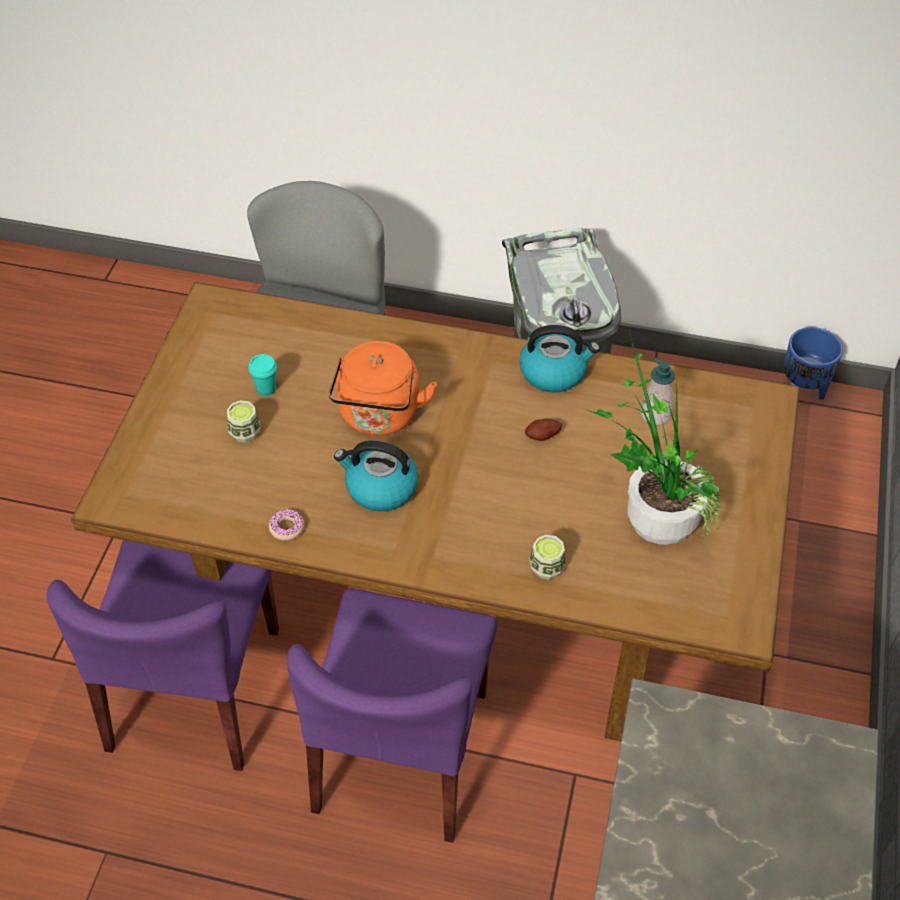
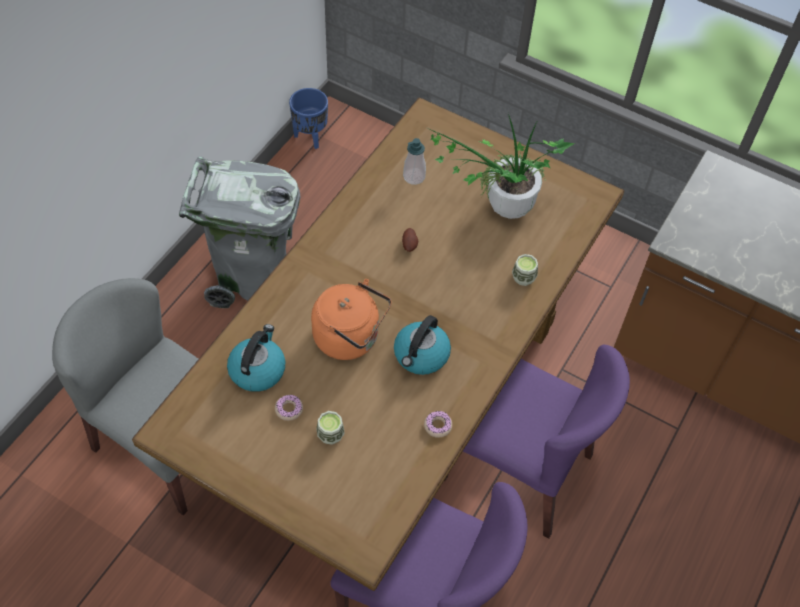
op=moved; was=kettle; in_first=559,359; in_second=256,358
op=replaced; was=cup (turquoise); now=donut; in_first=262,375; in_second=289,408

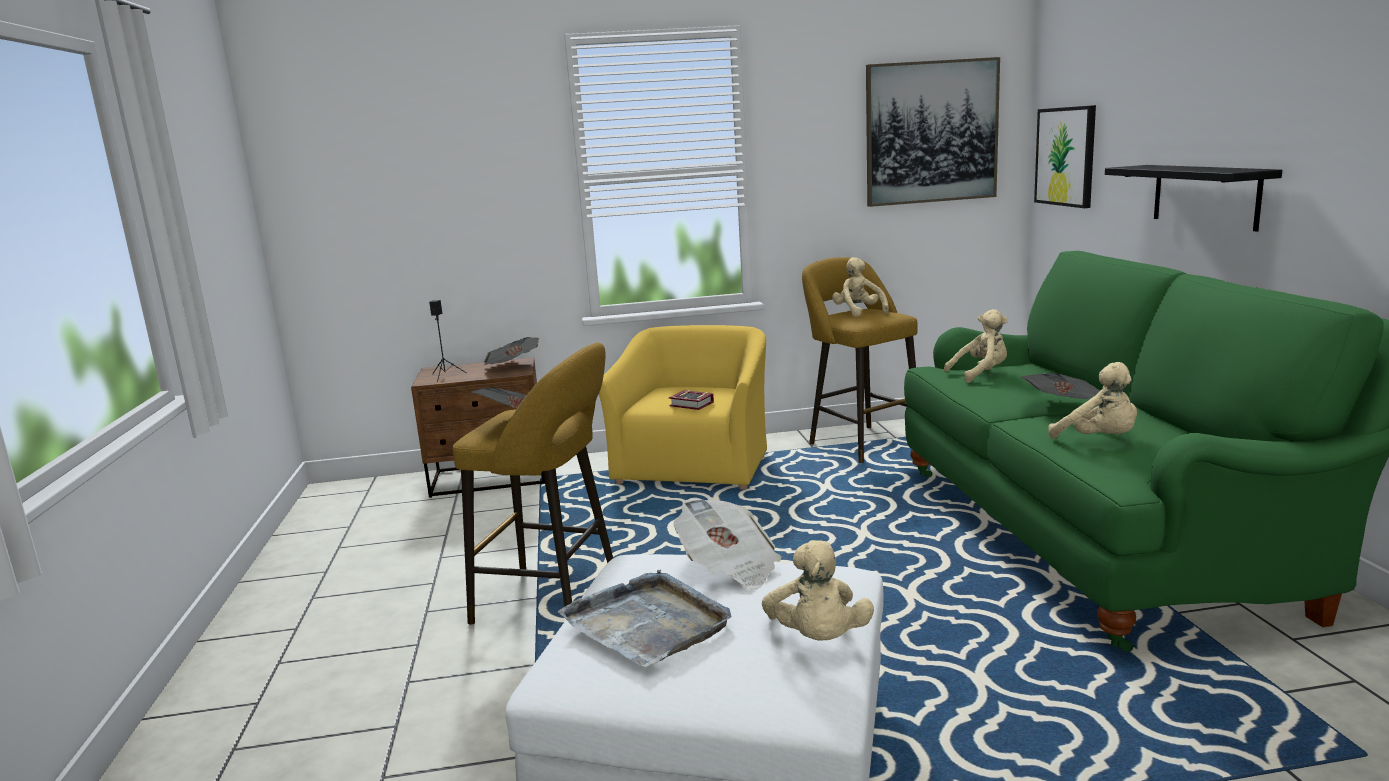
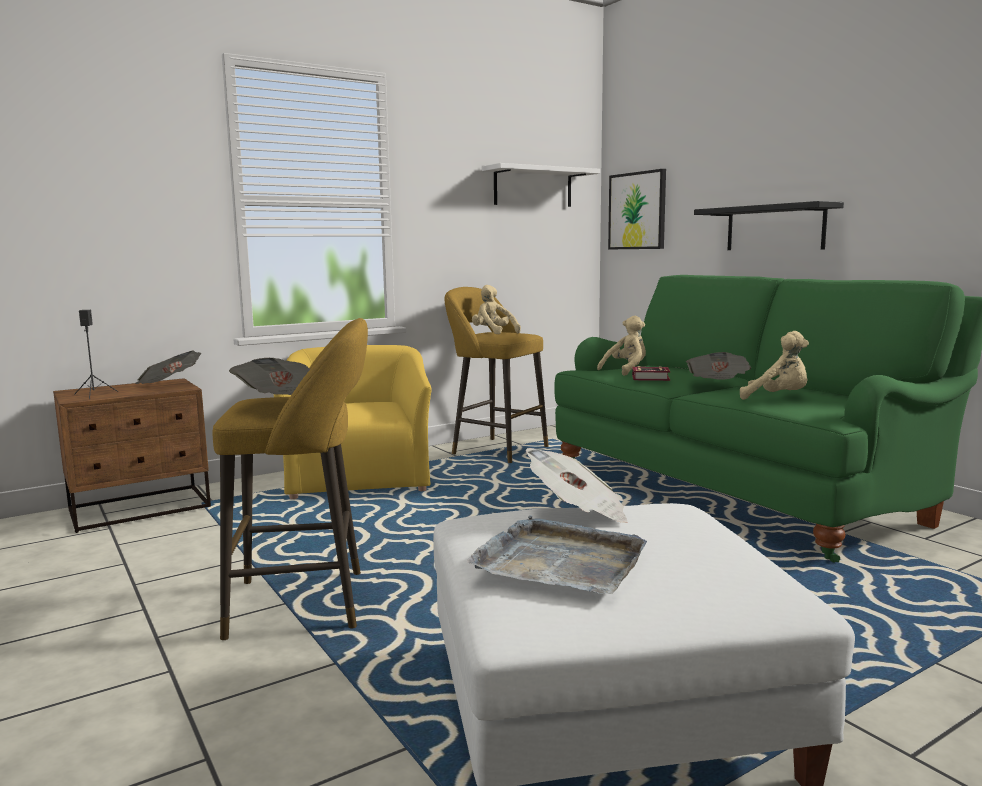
op=replaced; was=picture; now=shelf (white); in_first=933,132; in_second=541,185
op=moved; was=book; in_first=691,400; in_second=651,373
op=removed; was=plush toy (beige); in_first=818,590

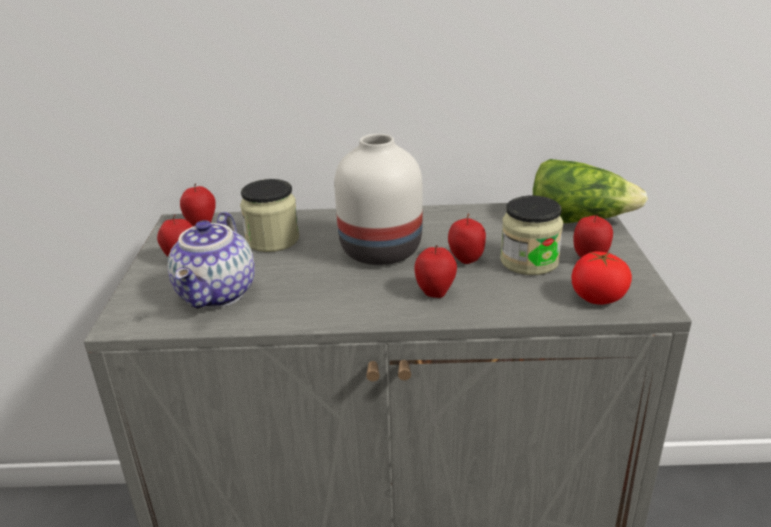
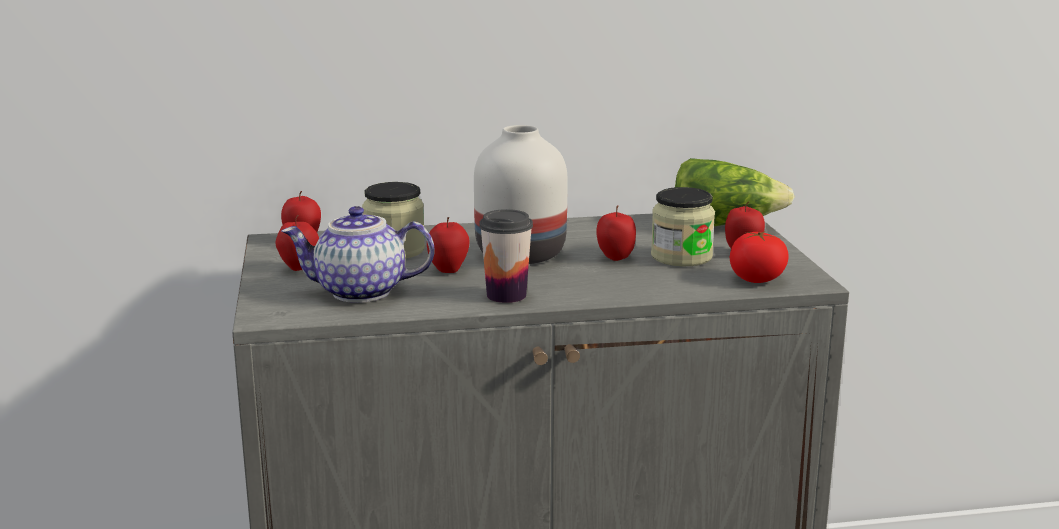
op=turned; was=teapot; in_first=211,260; in_second=358,254; clockwise=90
op=moved; was=apple; in_first=436,271; in_second=448,245
op=added; now=cup; in_second=506,256

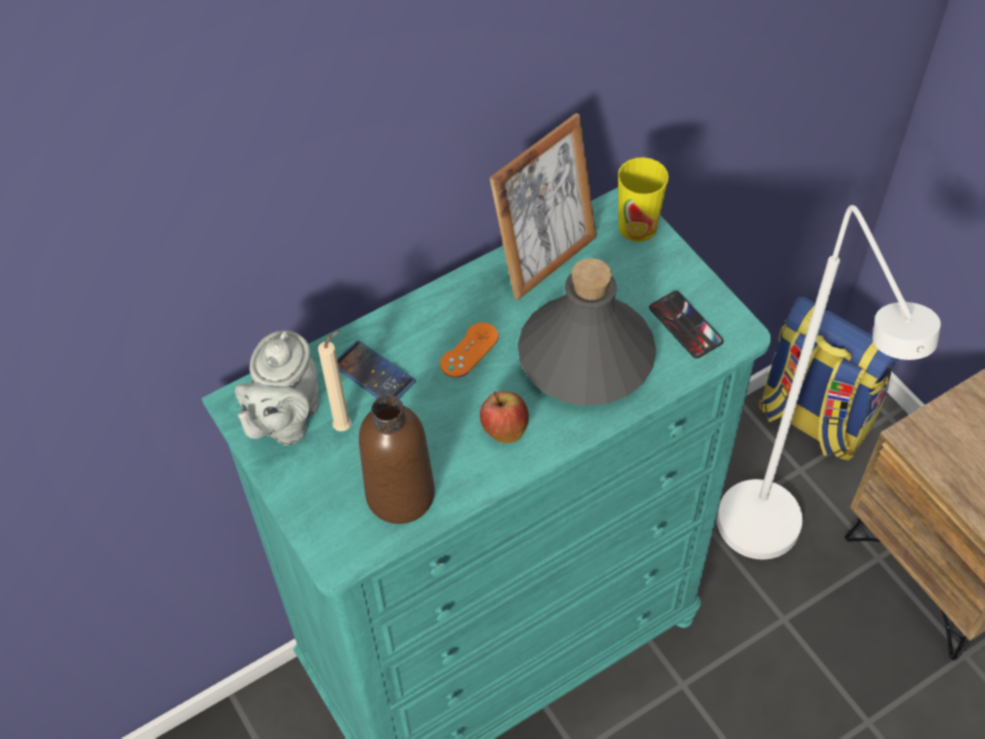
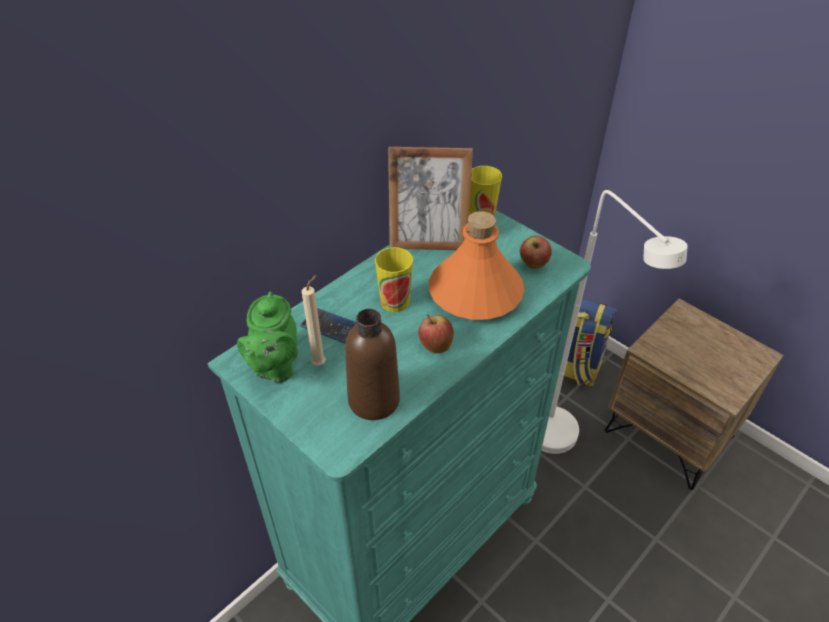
op=turned; was=picture frame; in_first=543,207; in_second=430,198; clockwise=60
op=recoloured; was=bottle (grey); now=bottle (orange); in_first=587,332; in_second=476,265
op=replaced; was=phone; now=apple; in_first=686,324; in_second=536,252
op=replaced; was=game controller (orange); now=cup; in_first=469,350; in_second=394,279
op=recoloured; was=teapot (grey); now=teapot (green); in_first=277,388; in_second=267,337

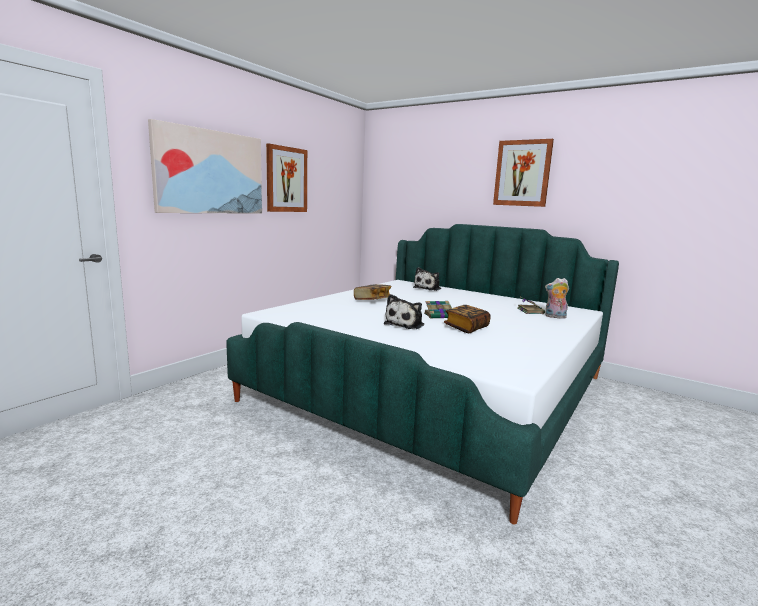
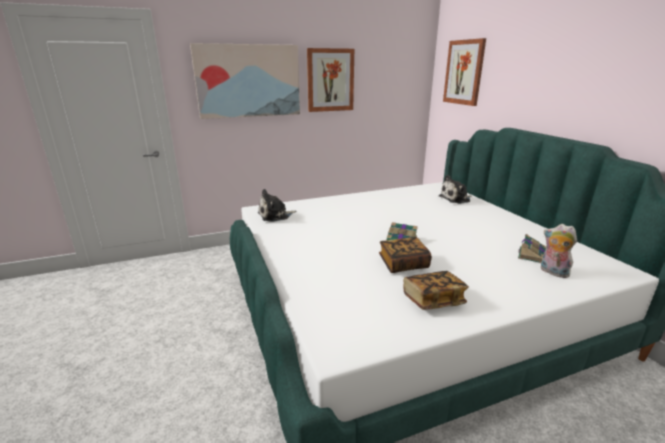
op=moved; was=picture; in_first=523,173; in_second=464,72
op=moved; was=book; in_first=373,292; in_second=436,290
op=moved; was=plush toy; in_first=404,311; in_second=277,205

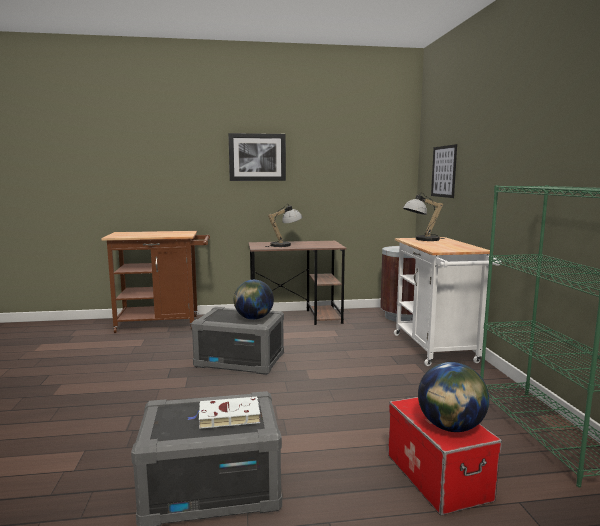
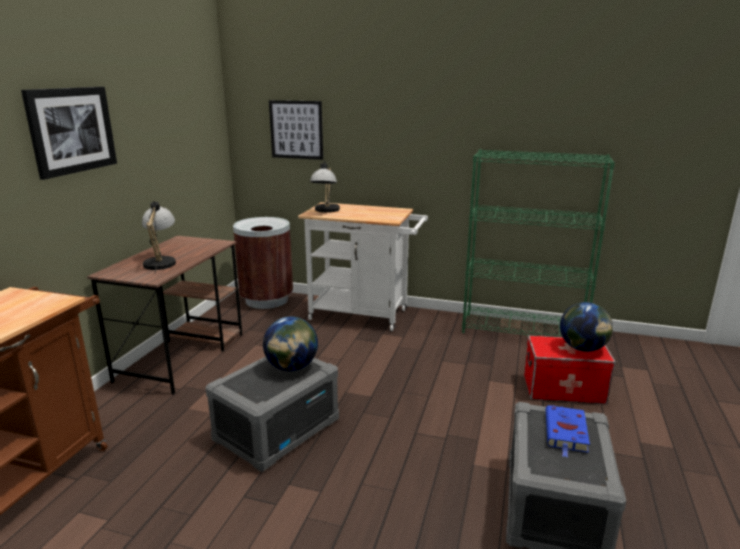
op=recoloured; was=book (white); now=book (blue); in_first=224,413; in_second=568,431

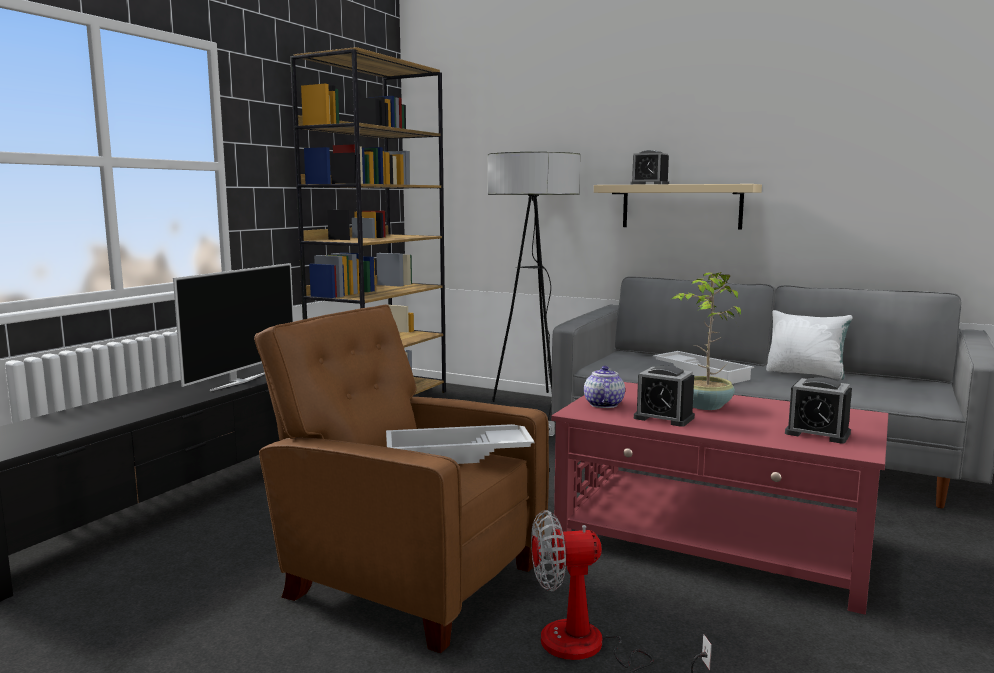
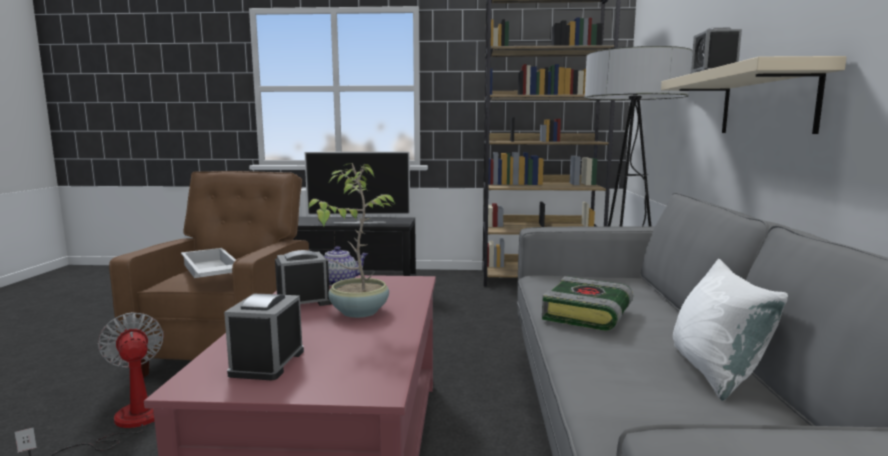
op=replaced; was=tray (white); now=book; in_first=703,367; in_second=587,303
op=turned; was=alarm clock; in_first=664,396; in_second=303,278; clockwise=60

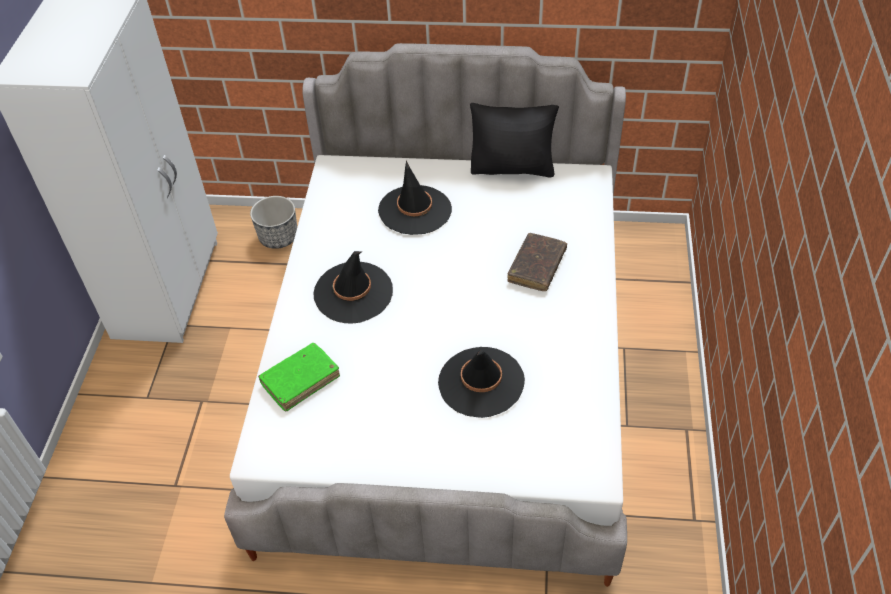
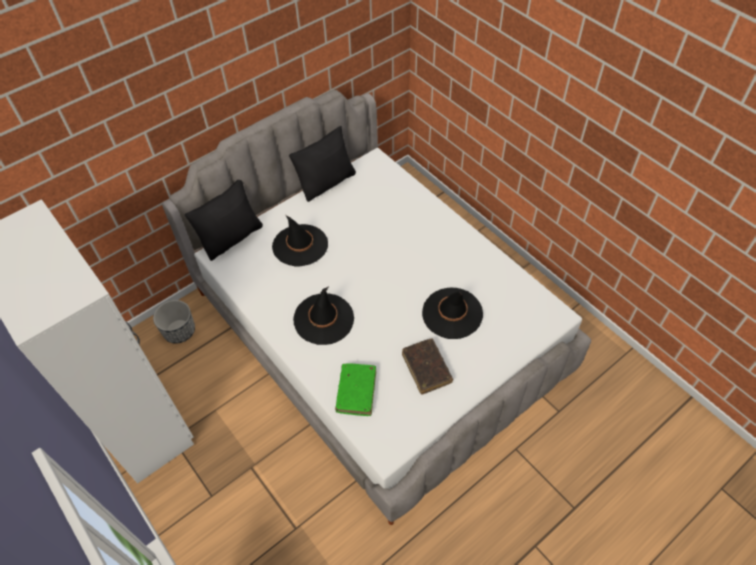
op=moved; was=book (brown); in_first=537,262; in_second=427,366
op=added; now=pillow (black); in_second=224,220

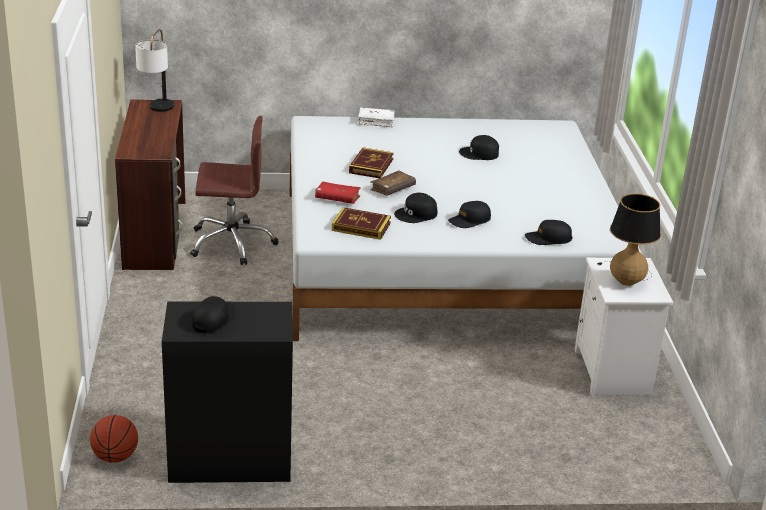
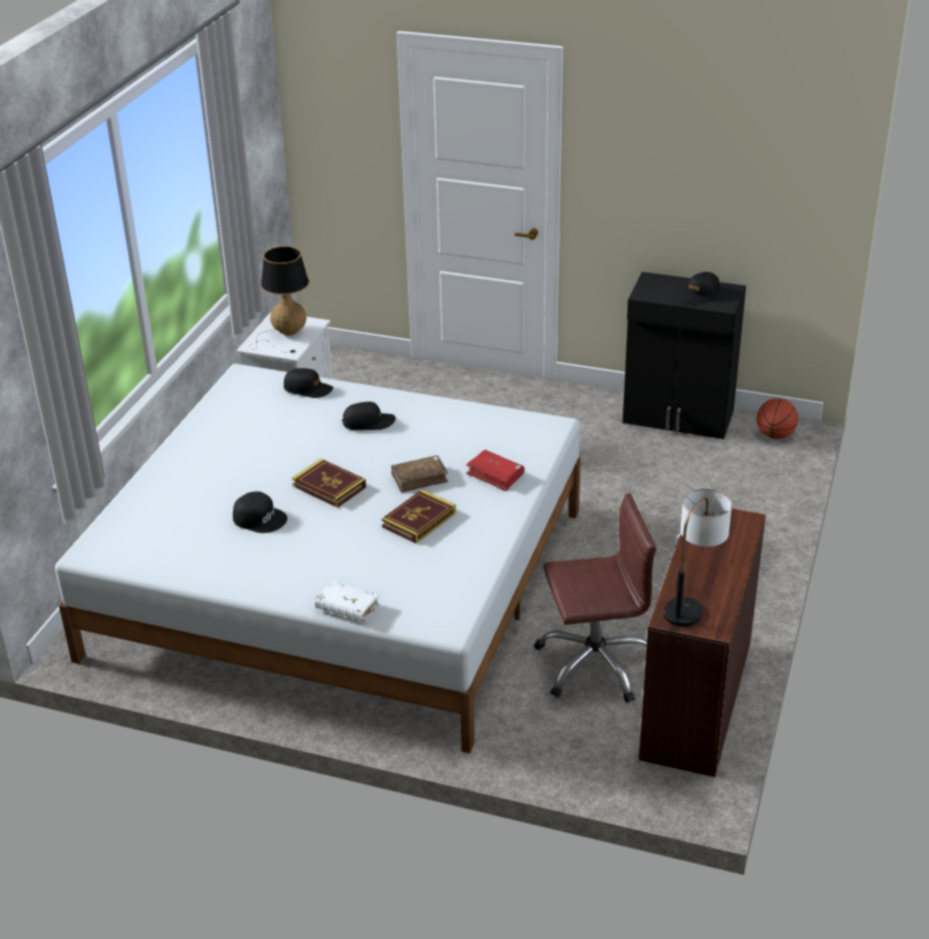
op=turned; was=office chair (brown); in_first=234,190; in_second=595,598; clockwise=150
op=removed; was=cap (black); in_first=415,208
op=moved; was=book; in_first=361,223; in_second=329,483

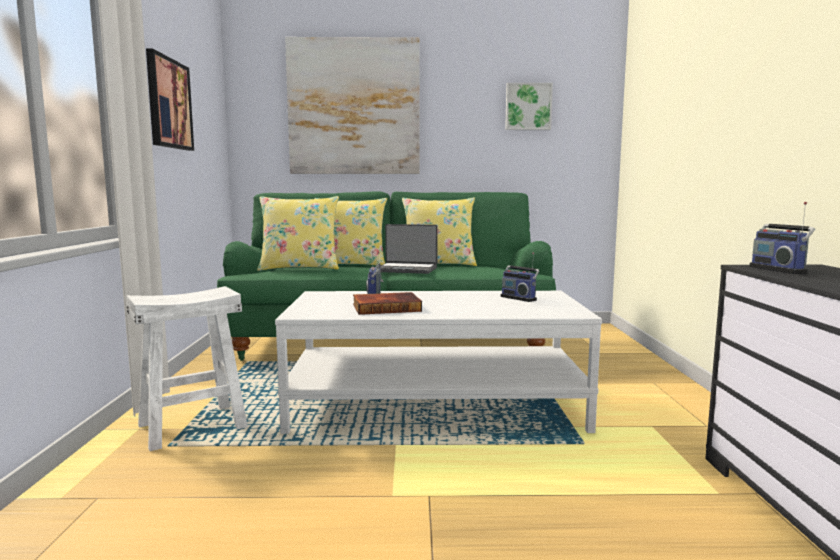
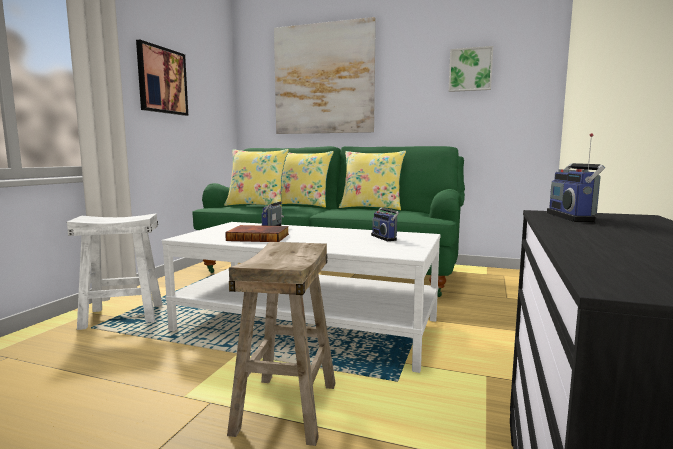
op=removed; was=laptop; in_first=409,249
op=added; now=stool (beige); in_second=281,344

